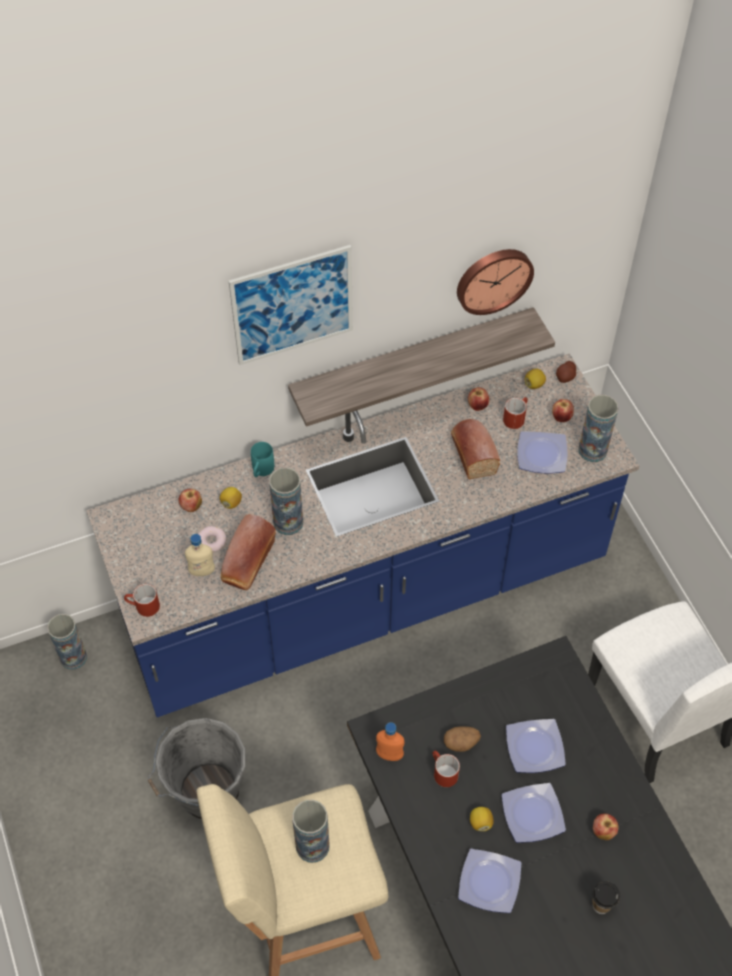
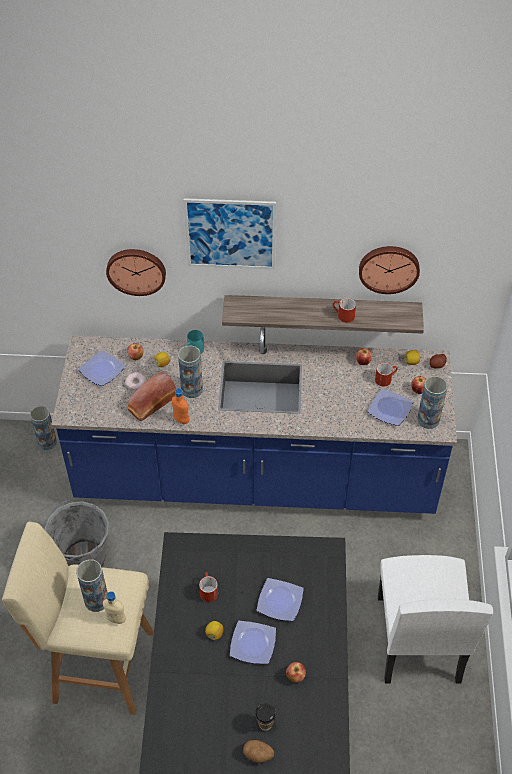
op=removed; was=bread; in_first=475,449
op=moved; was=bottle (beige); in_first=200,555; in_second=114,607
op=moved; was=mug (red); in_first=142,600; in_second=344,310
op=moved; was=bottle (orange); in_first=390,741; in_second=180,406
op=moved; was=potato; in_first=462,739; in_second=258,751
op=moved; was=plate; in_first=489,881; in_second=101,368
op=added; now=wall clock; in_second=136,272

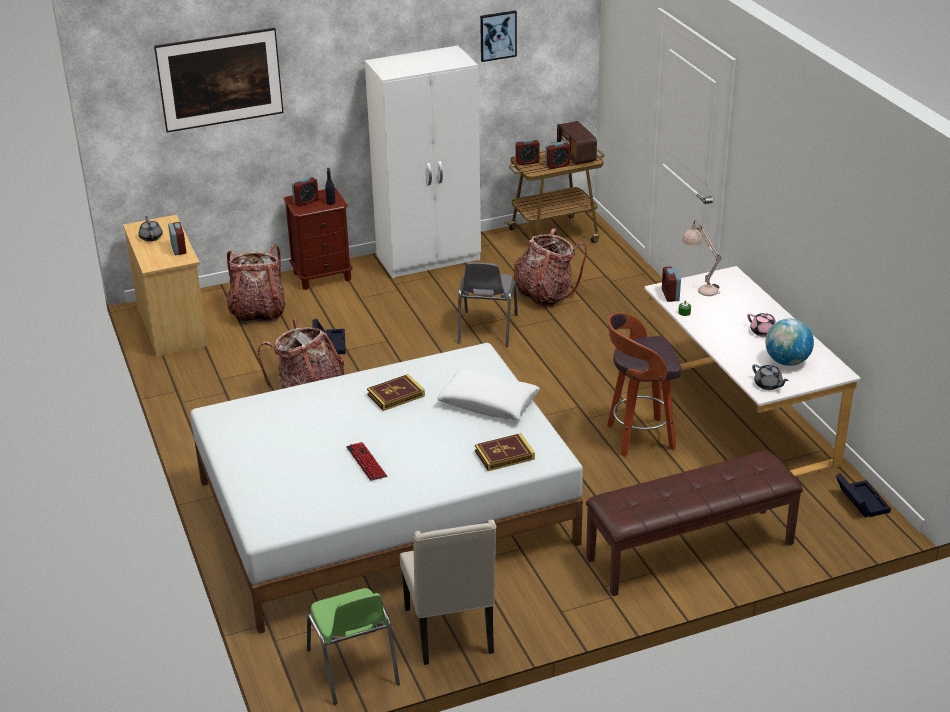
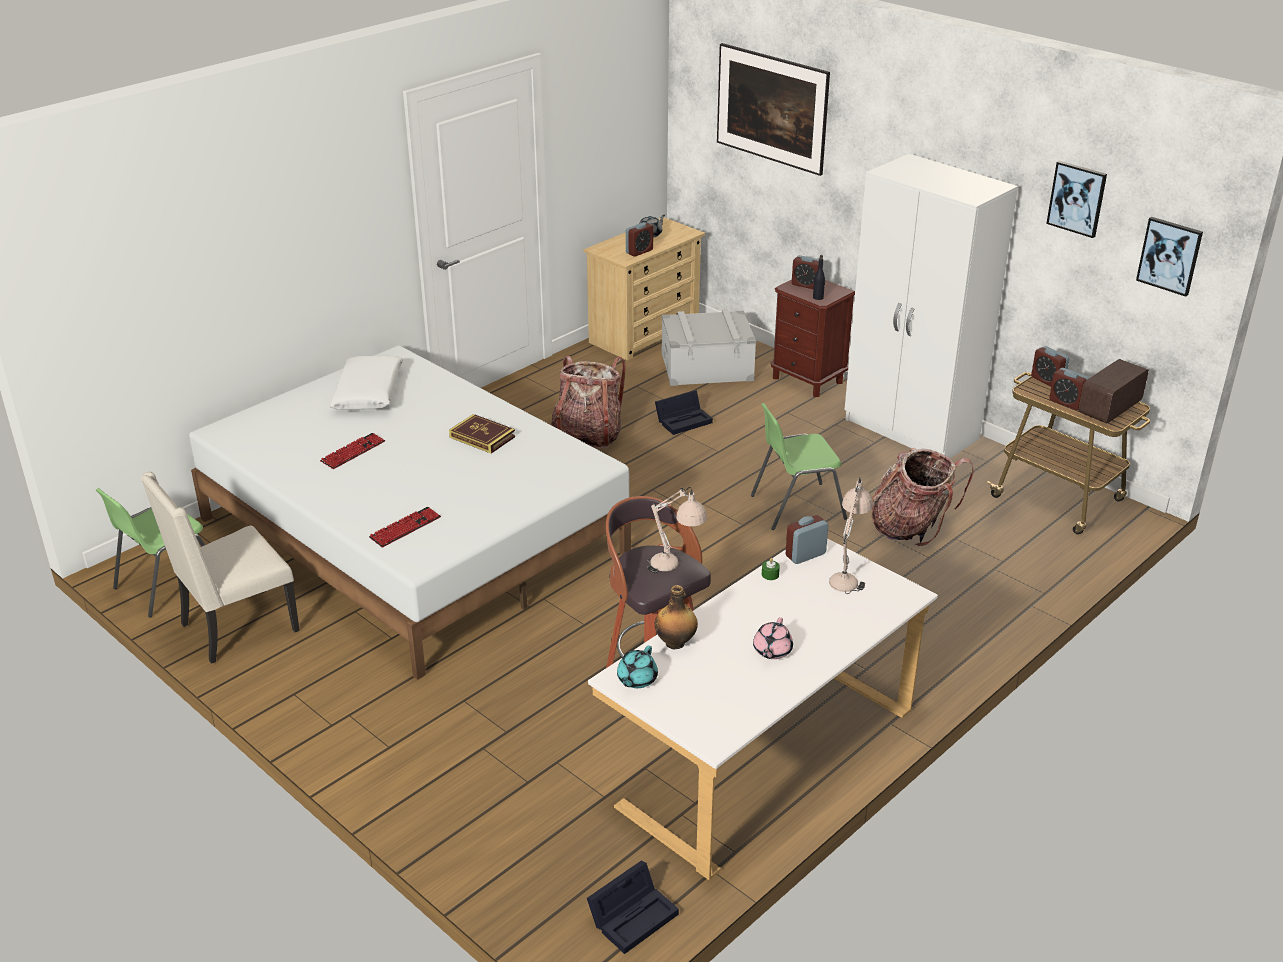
op=replaced; was=backpack; now=storage box (grey); in_first=256,284; in_second=709,347
op=recoloured; was=chair (grey); now=chair (green); in_first=488,304; in_second=799,466
op=removed; was=globe; in_first=790,342
op=recoloured; was=teapot (grey); now=teapot (turquoise); in_first=770,377; in_second=637,666
op=moved; was=pillow (white); in_first=488,394; in_second=366,383
op=replaced; was=book; now=keyboard; in_first=505,452; in_second=405,527
op=removed; was=bench (brown); in_first=694,523
op=added; now=picture; in_second=1169,257
op=added; now=table lamp (beige); in_second=677,530
op=added; now=bottle; in_second=676,617

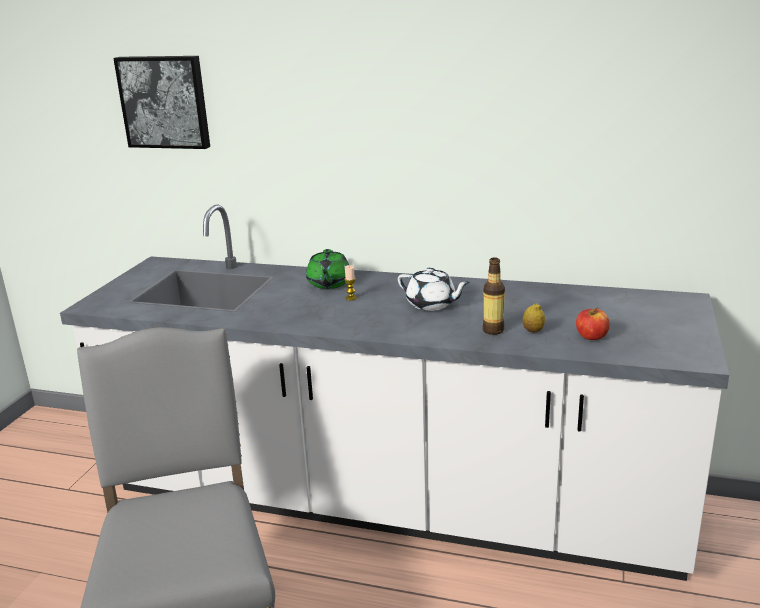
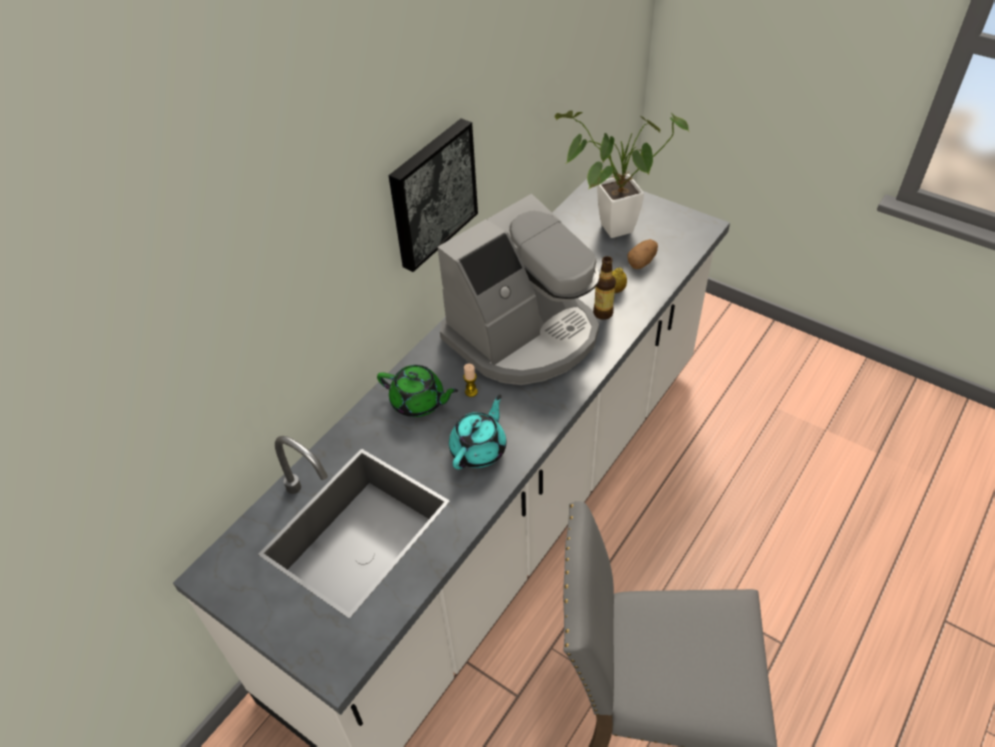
op=moved; was=picture; in_first=161,102; in_second=433,195
op=replaced; was=teapot (white); now=coffee machine; in_first=434,289; in_second=518,289
op=replaced; was=apple; now=potato; in_first=593,323; in_second=642,254
op=added; now=potted plant; in_second=622,174
op=added; now=teapot (turquoise); in_second=477,431

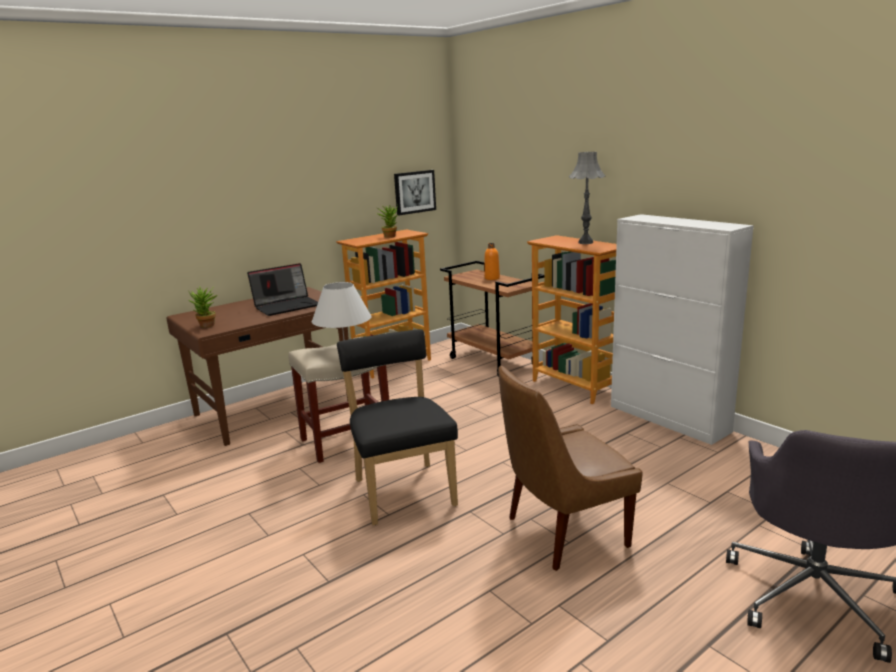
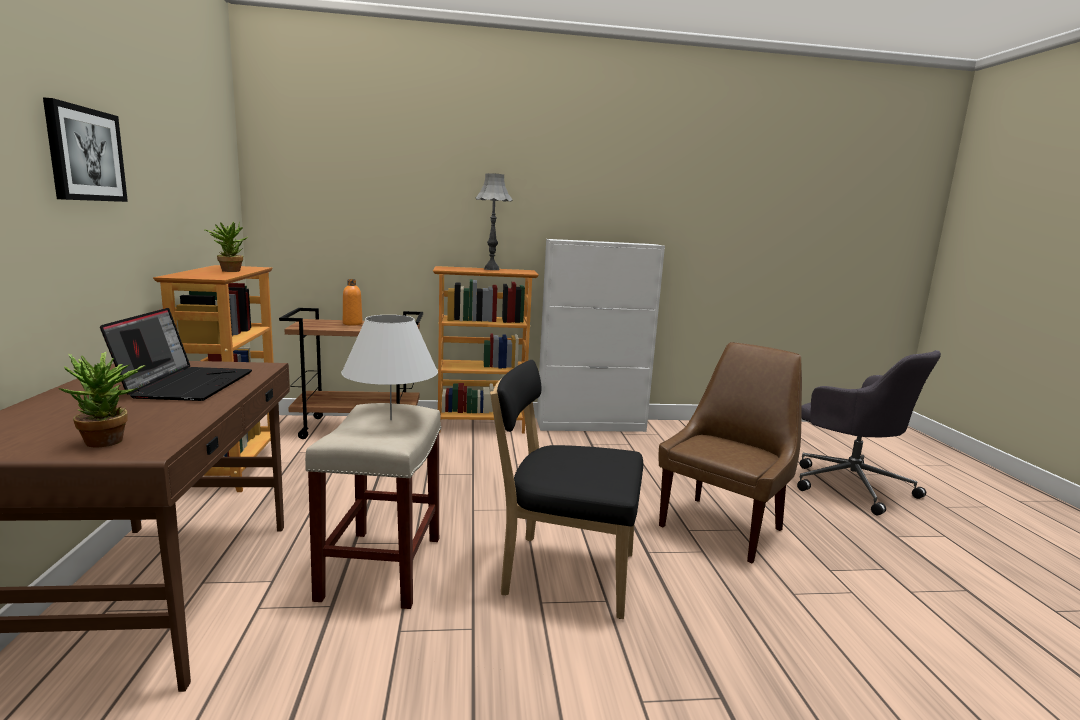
op=moved; was=picture; in_first=415,192; in_second=85,149
op=turned; was=chair (brown); in_first=570,468; in_second=730,452; clockwise=-150

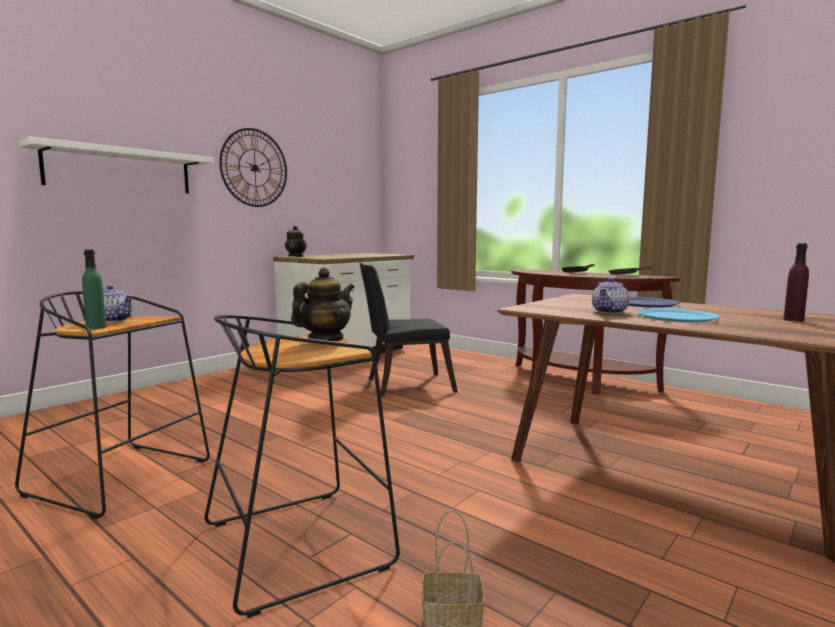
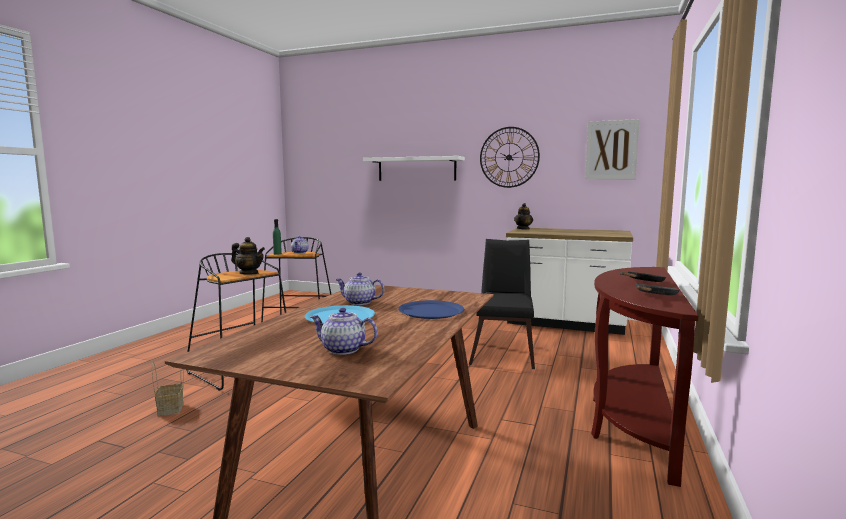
op=replaced; was=bottle (purple); now=teapot; in_first=796,282; in_second=344,331
op=turned; was=chair (black); in_first=408,330; in_second=502,304; clockwise=45
op=added; now=picture; in_second=612,149

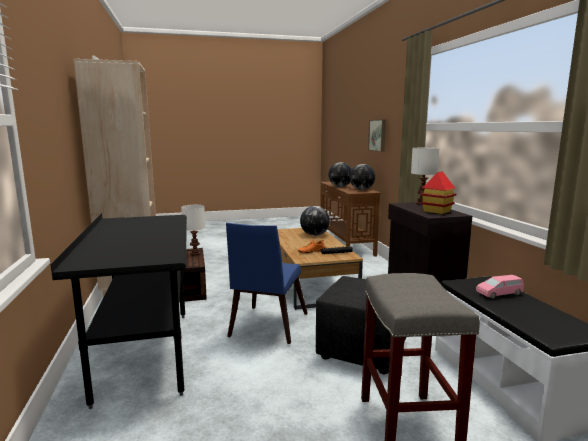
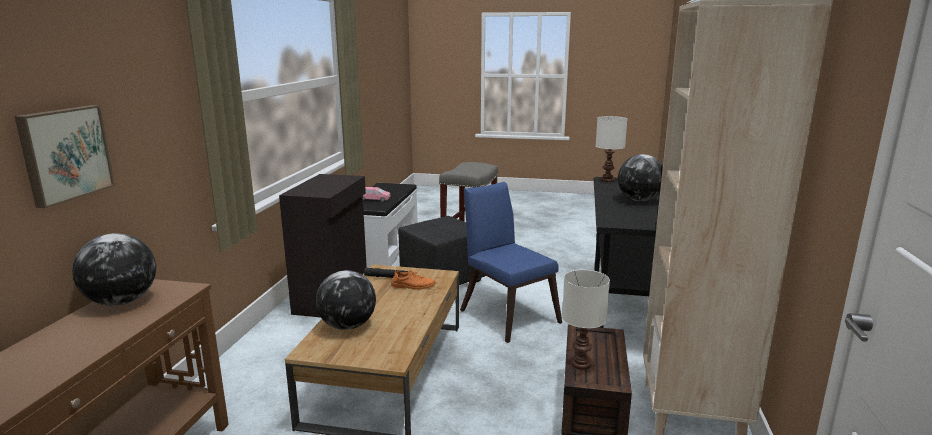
op=moved; was=table lamp (white); in_first=425,176; in_second=611,149
op=moved; was=globe; in_first=340,174; in_second=640,177
op=removed; was=toy house; in_first=438,192
op=turned; was=chair (blue); in_first=267,283; in_second=511,262; clockwise=-75

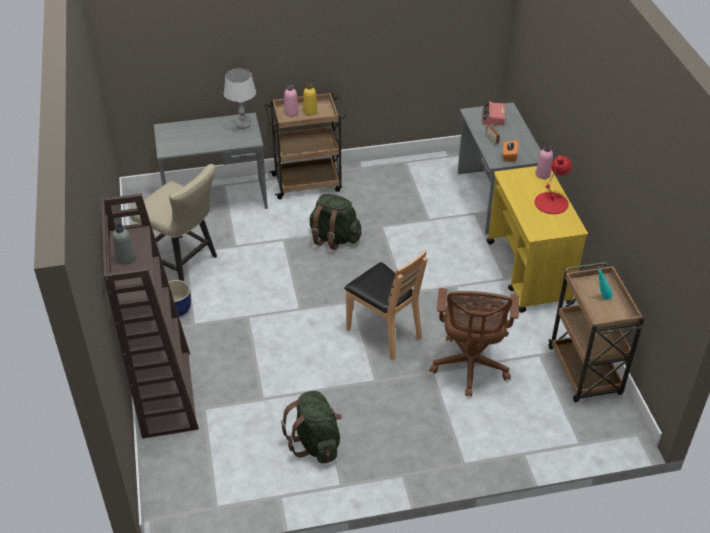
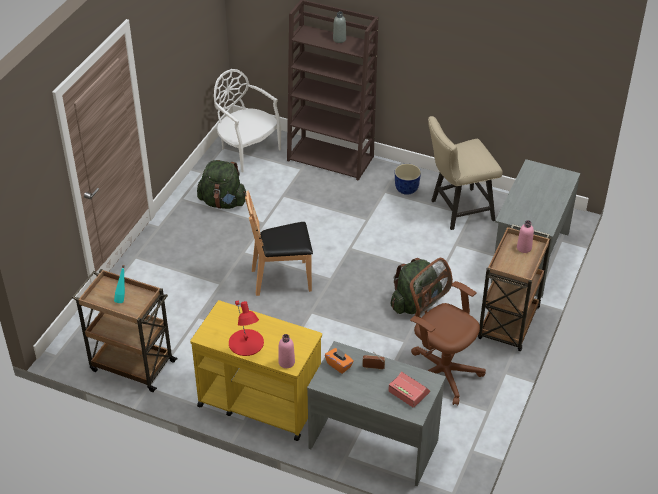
op=removed; was=table lamp (grey); in_first=240,99
op=removed; was=bottle (yellow); in_first=310,99
op=moved; was=office chair (brown); in_first=474,342; in_second=448,332
op=added; now=chair (white); in_second=247,121

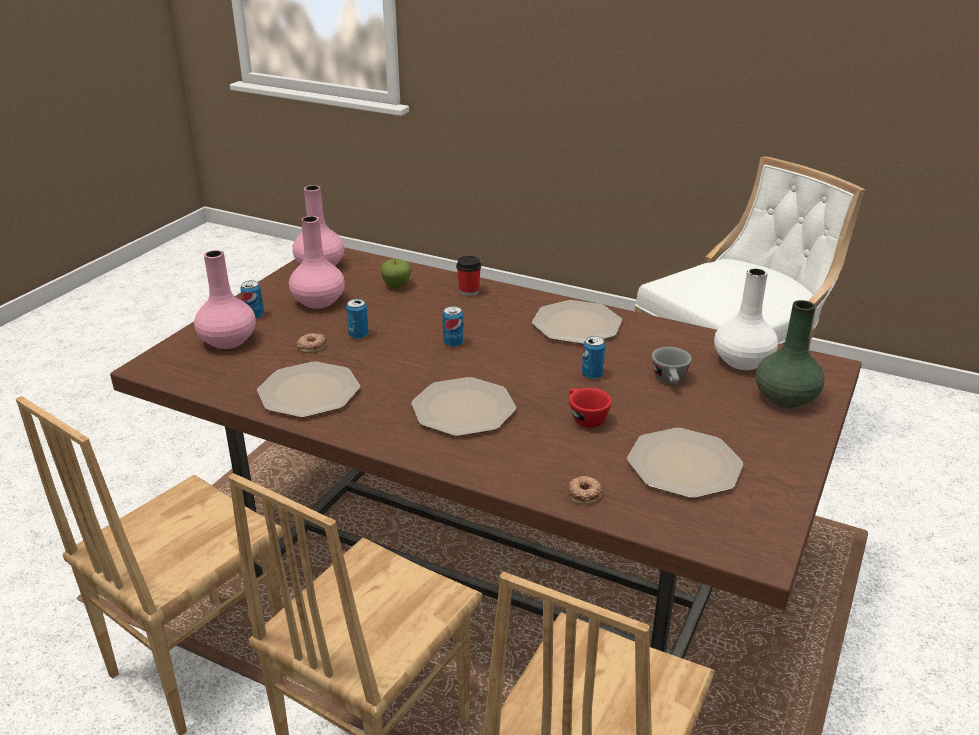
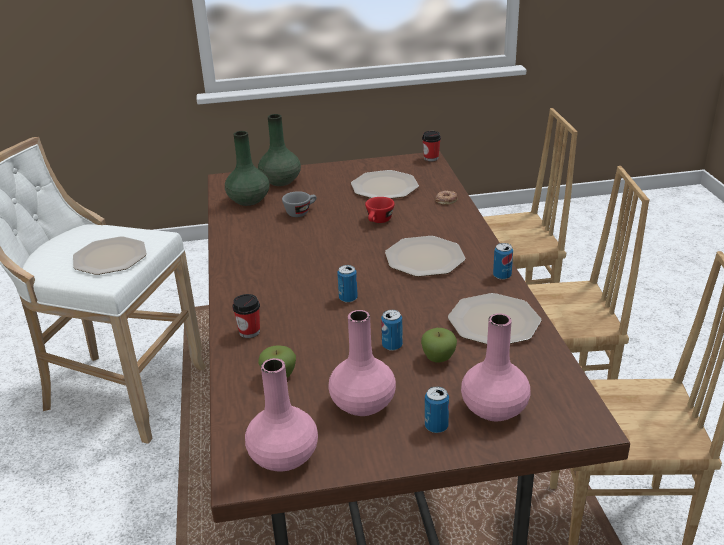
op=recoloured; was=vase (white); now=vase (green); in_first=746,319; in_second=247,168
op=moved; was=plate; in_first=577,322; in_second=110,255
op=replaced; was=donut; now=apple; in_first=312,343; in_second=439,345
op=moved; was=can; in_first=593,357; in_second=503,261
op=added; now=cup; in_second=431,146

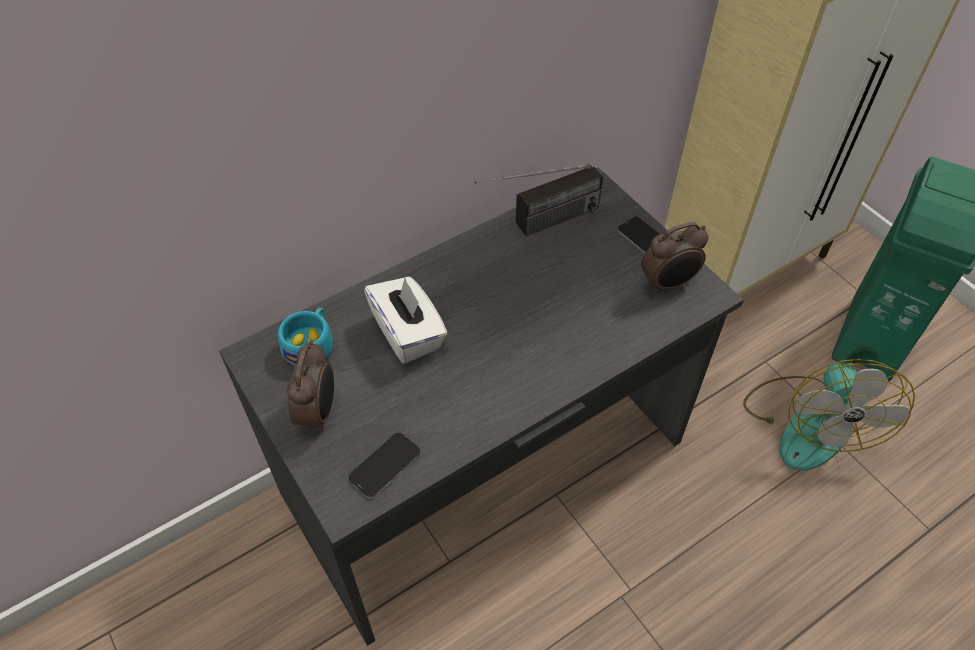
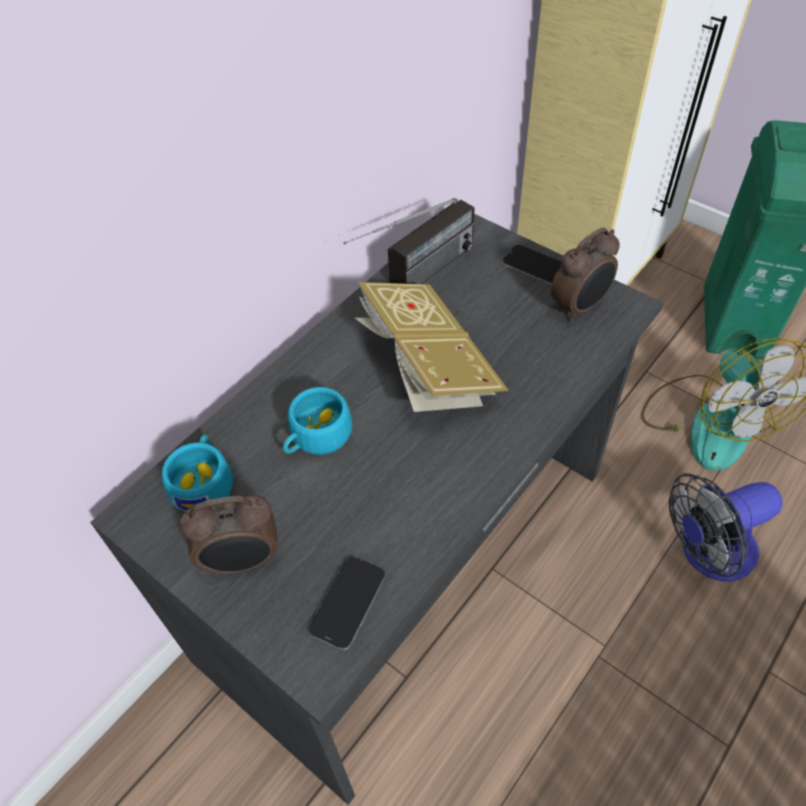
op=replaced; was=tissue box (white); now=cup (turquoise); in_first=405,320; in_second=318,421
op=turned; was=alarm clock; in_first=310,386; in_second=228,535; clockwise=90
op=added; now=book; in_second=431,347
op=added; now=fan; in_second=726,527

